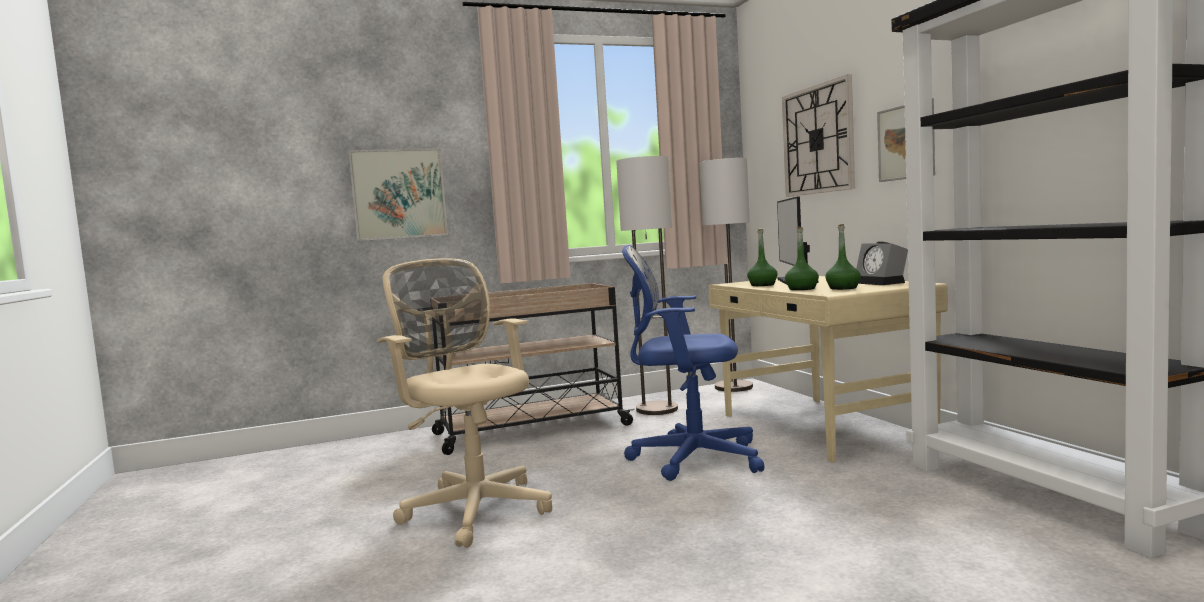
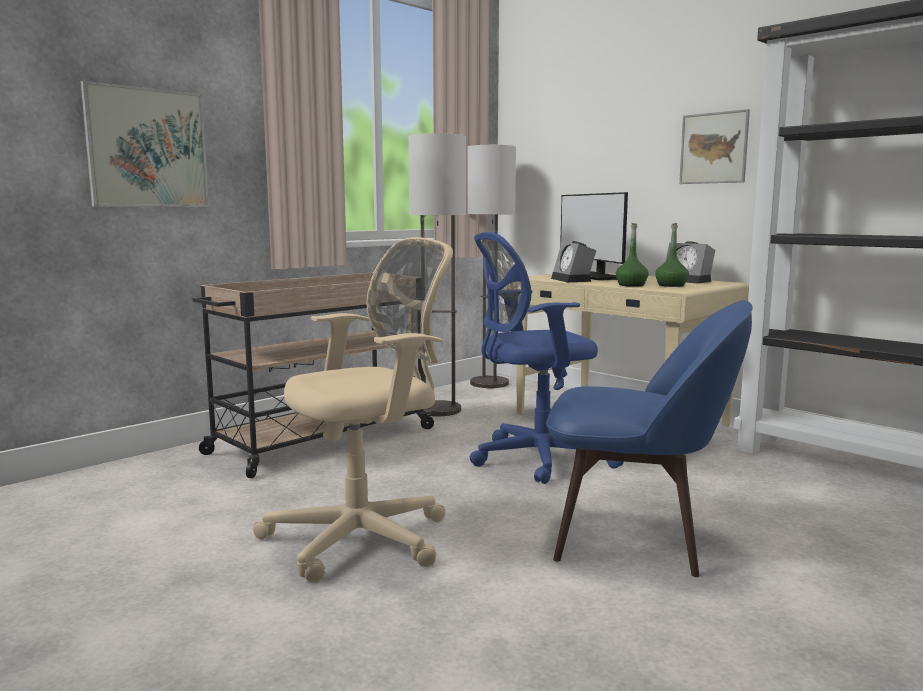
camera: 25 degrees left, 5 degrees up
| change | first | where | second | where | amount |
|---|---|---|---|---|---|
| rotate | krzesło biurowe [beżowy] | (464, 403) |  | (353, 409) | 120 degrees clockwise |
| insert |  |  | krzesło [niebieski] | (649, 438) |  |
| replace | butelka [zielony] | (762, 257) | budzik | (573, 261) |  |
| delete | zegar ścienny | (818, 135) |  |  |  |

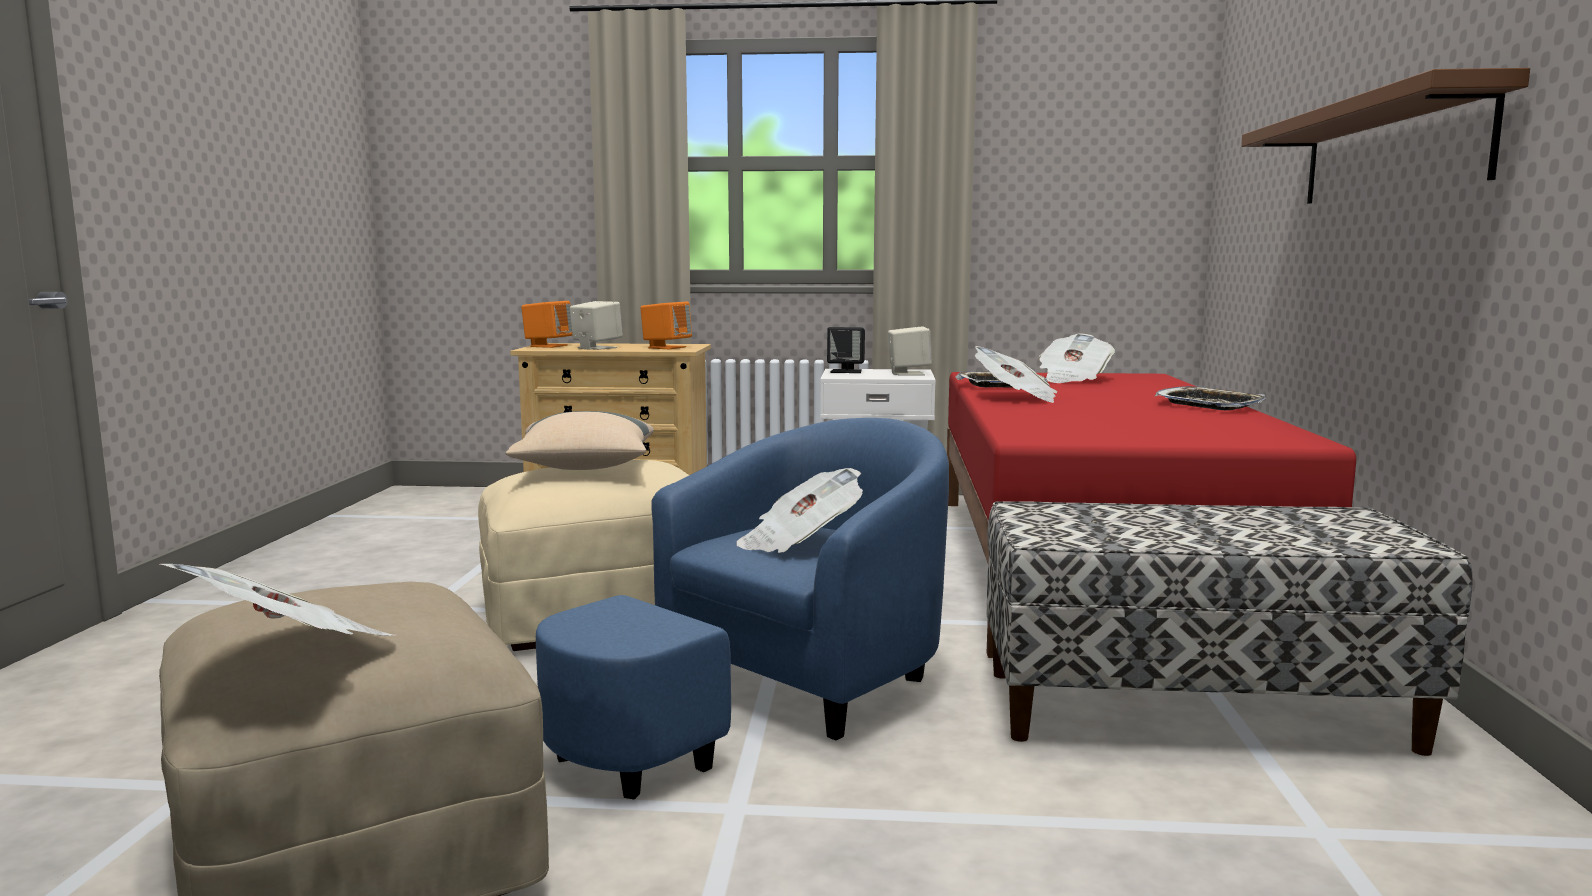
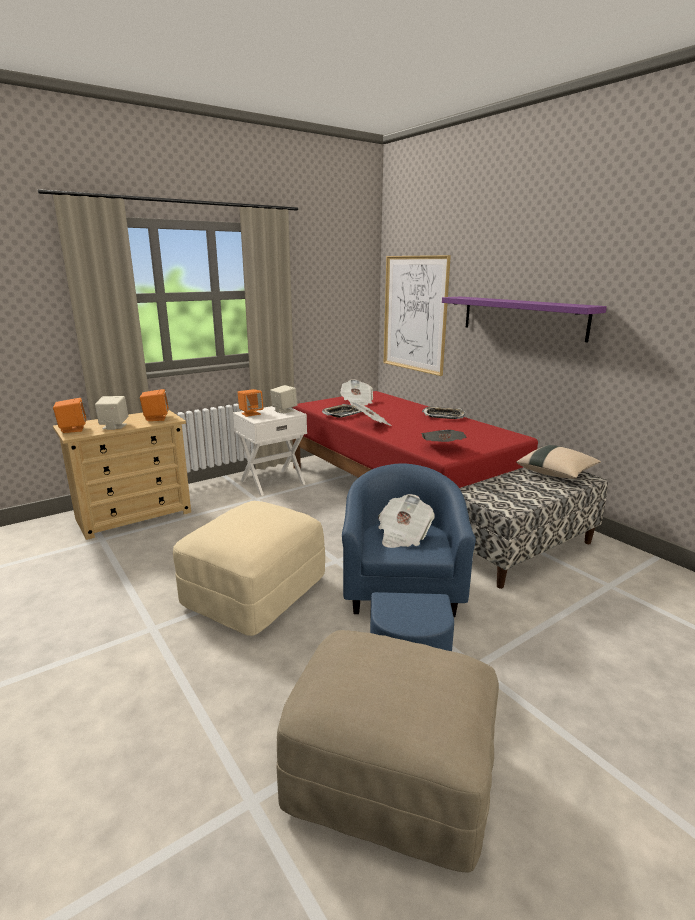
camera: 40 degrees left, 10 degrees up
| change | first | where | second | where | amount |
|---|---|---|---|---|---|
| recolor | głośnik [czarny] | (846, 350) | głośnik [pomarańczowy] | (250, 403) |  |
| insert |  |  | obraz | (417, 315) |  |
| move | gazeta | (278, 600) |  | (444, 436) |  |
| recolor | półka [brązowy] | (1385, 136) | półka [fioletowy] | (524, 320) |  |
| move | poduszka [beżowy] | (580, 440) |  | (558, 462) |  |

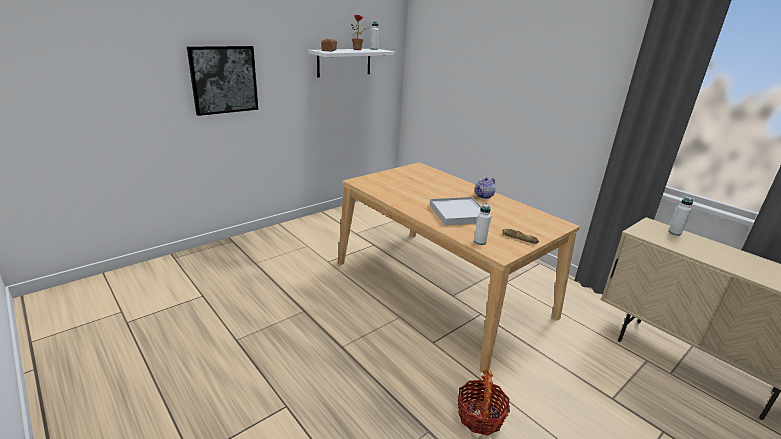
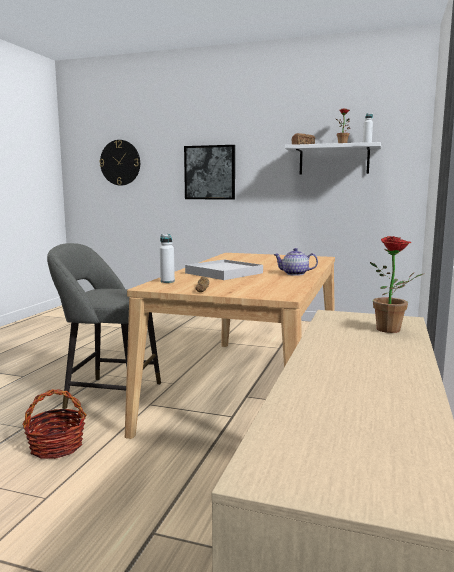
camera: 60 degrees right, 15 degrees down
| change | first | where | second | where | amount |
|---|---|---|---|---|---|
| insert |  |  | stołek [szary] | (104, 326) |  |
| insert |  |  | zegar ścienny | (119, 163) |  |
| replace | butelka [biały] | (681, 216) | roślina doniczkowa | (396, 284) |  |

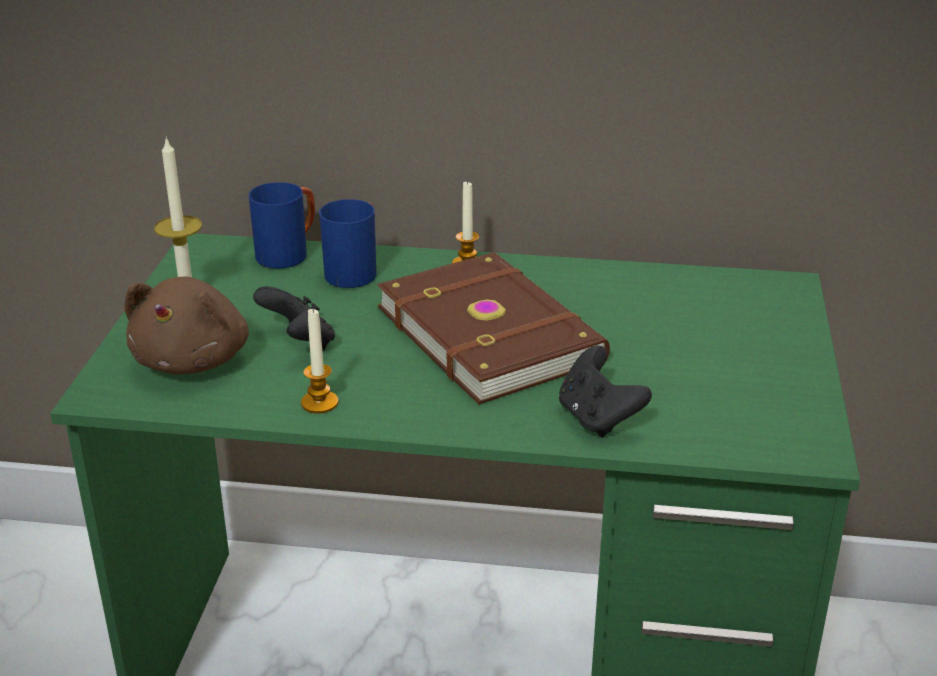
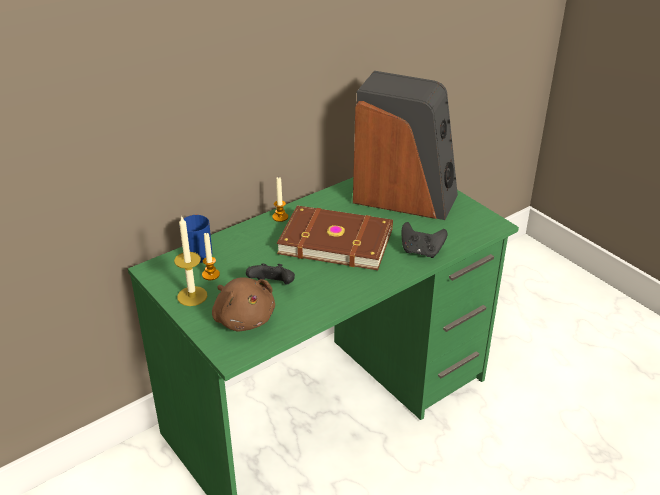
camera: 45 degrees left, 5 degrees up
| change | first | where | second | where | amount |
|---|---|---|---|---|---|
| move | świeca | (320, 361) |  | (211, 256) |  |
| insert |  |  | głośnik | (405, 145) |  |
| delete | kubek [niebieski] | (348, 243) |  |  |  |

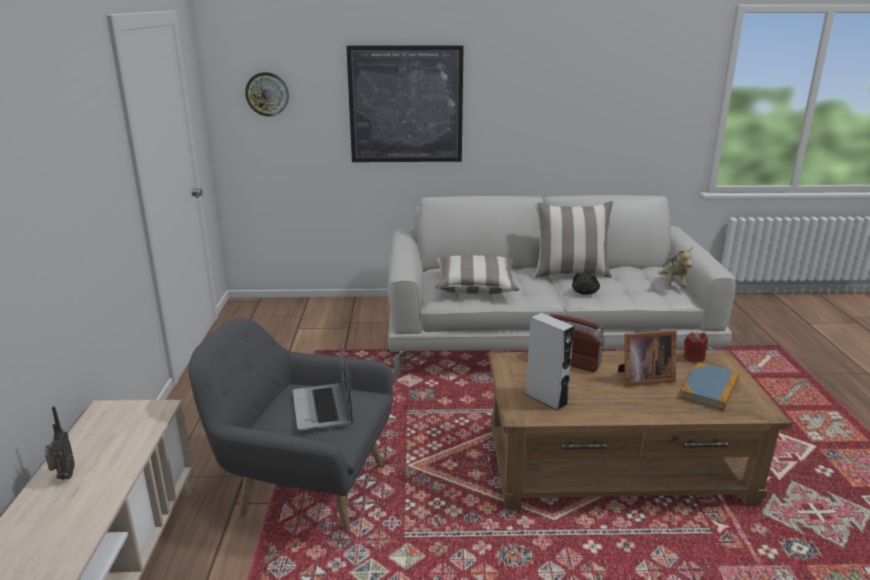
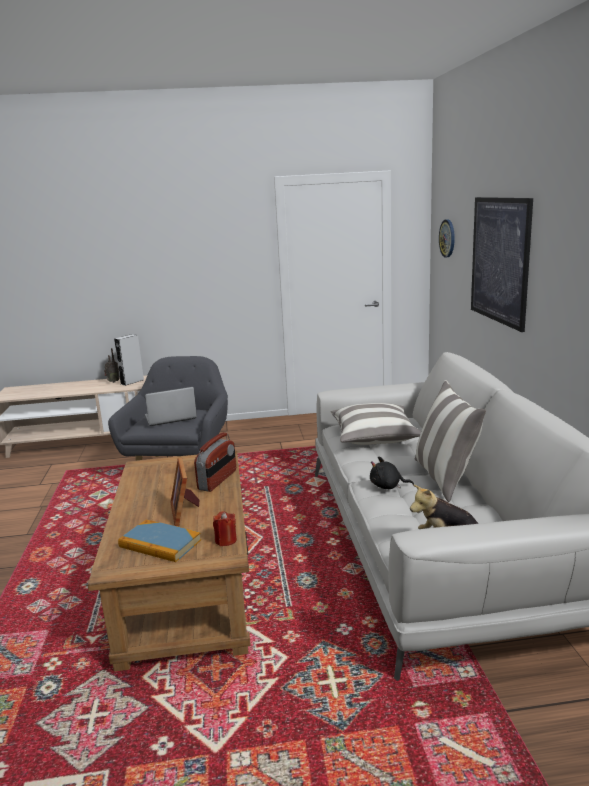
camera: 85 degrees right, 5 degrees down
| change | first | where | second | where | amount |
|---|---|---|---|---|---|
| move | głośnik [szary] | (549, 362) |  | (129, 360) |  |

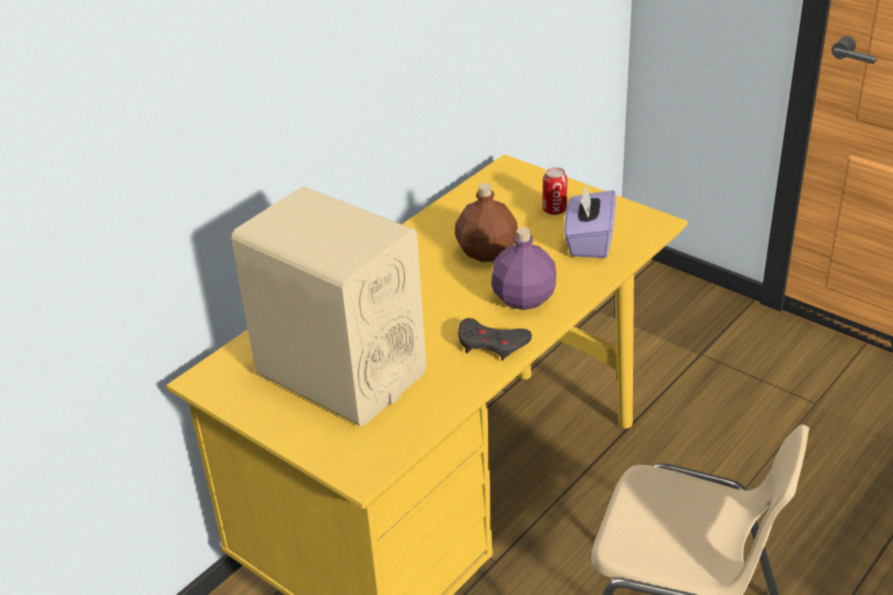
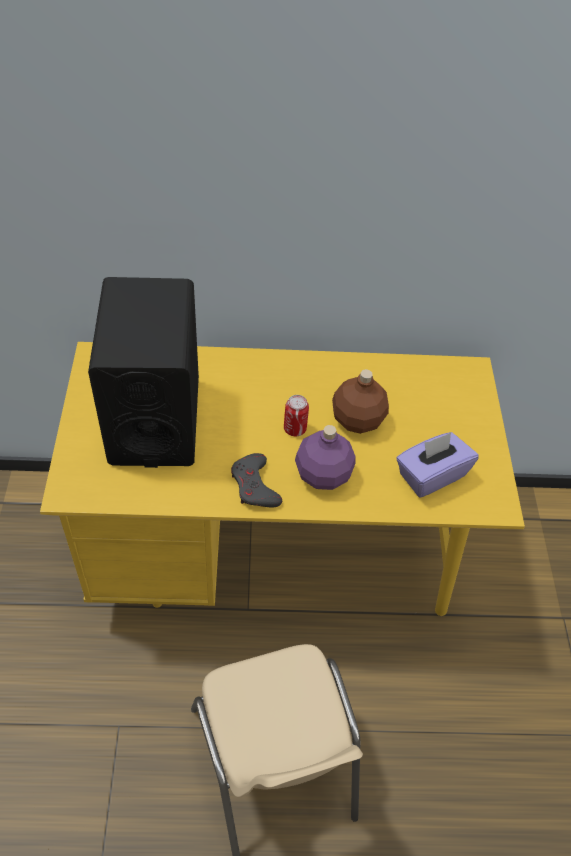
camera: 45 degrees right, 15 degrees up
| change | first | where | second | where | amount |
|---|---|---|---|---|---|
| recolor | głośnik [beżowy] | (328, 306) | głośnik [czarny] | (143, 372) |  |
| move | puszka | (555, 191) |  | (296, 416) |  |

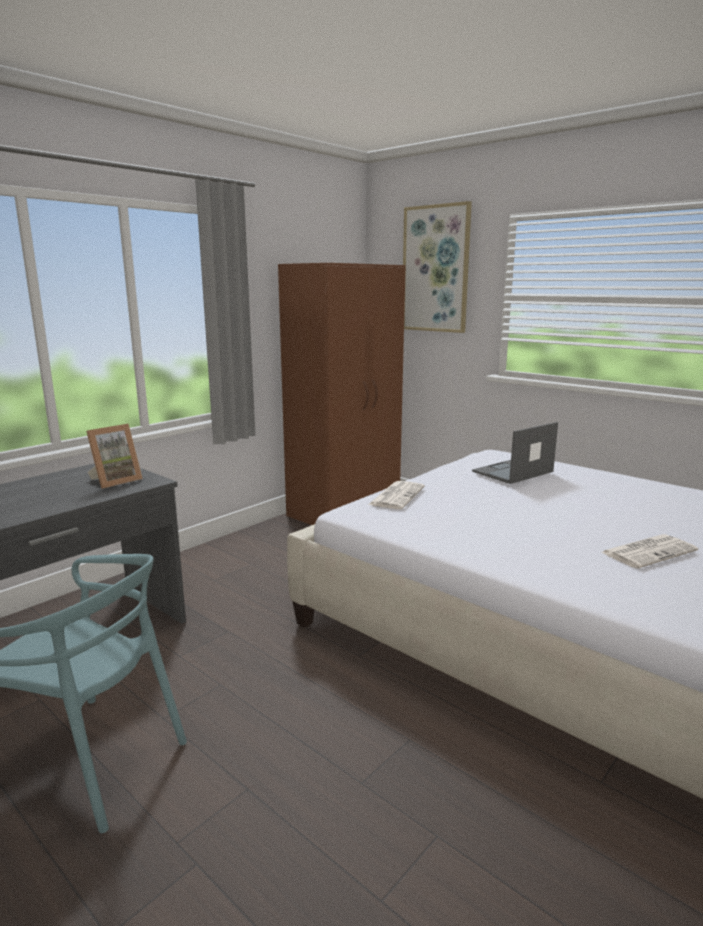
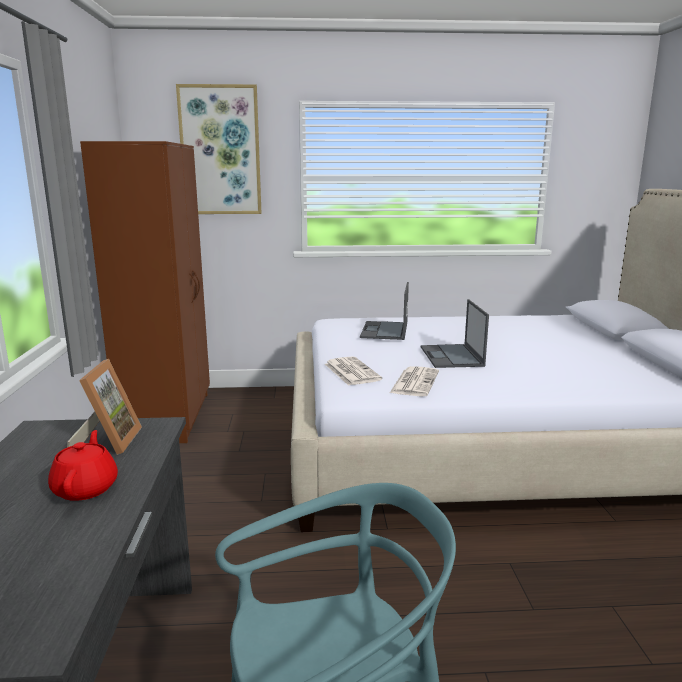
camera: 45 degrees left, 0 degrees up
| change | first | where | second | where | amount |
|---|---|---|---|---|---|
| insert |  |  | imbryk [czerwony] | (83, 465) |  |
| move | gazeta | (649, 551) |  | (414, 381) |  |
| insert |  |  | laptop | (455, 333) |  |

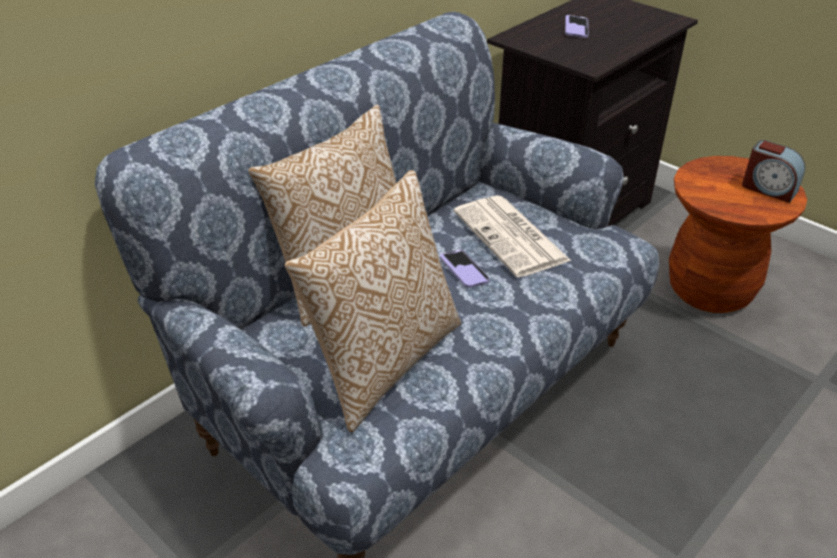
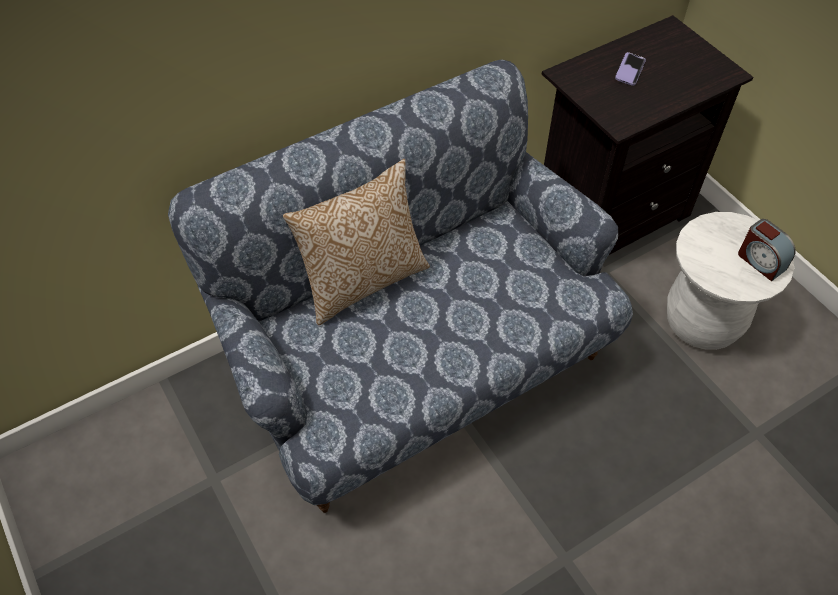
camera: 15 degrees right, 15 degrees up
| change | first | where | second | where | amount |
|---|---|---|---|---|---|
| recolor | stołek [brązowy] | (738, 234) | stołek [biały] | (730, 281) |  |
| delete | poduszka | (373, 301) |  |  |  |
| delete | telefon | (465, 268) |  |  |  |
| delete | gazeta | (512, 236) |  |  |  |

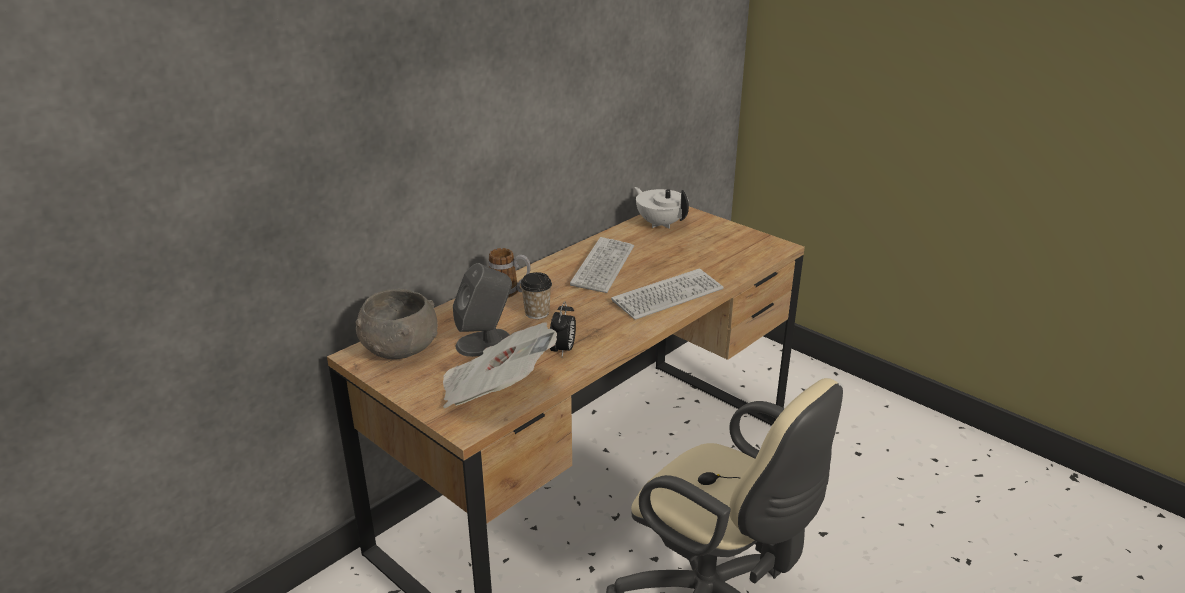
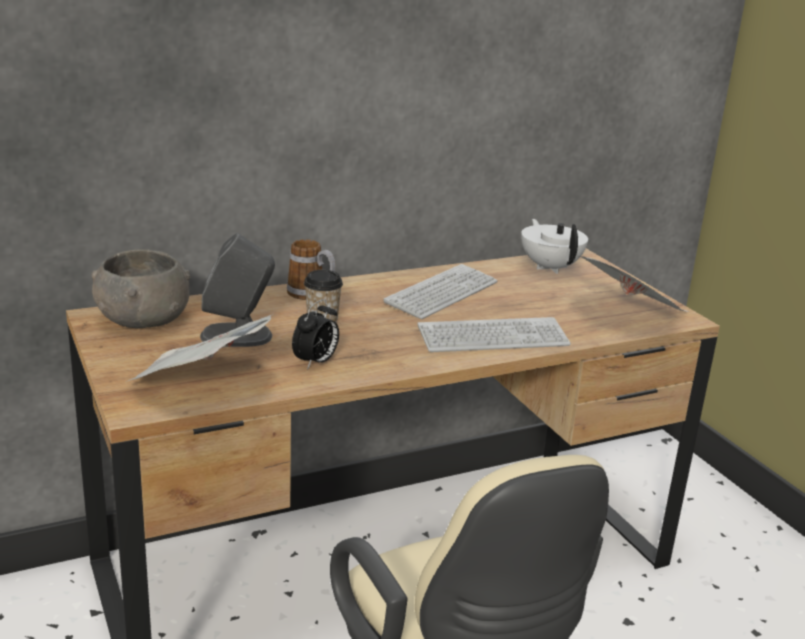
camera: 20 degrees right, 5 degrees down
| change | first | where | second | where | amount |
|---|---|---|---|---|---|
| insert |  |  | gazeta | (634, 284) |  |

